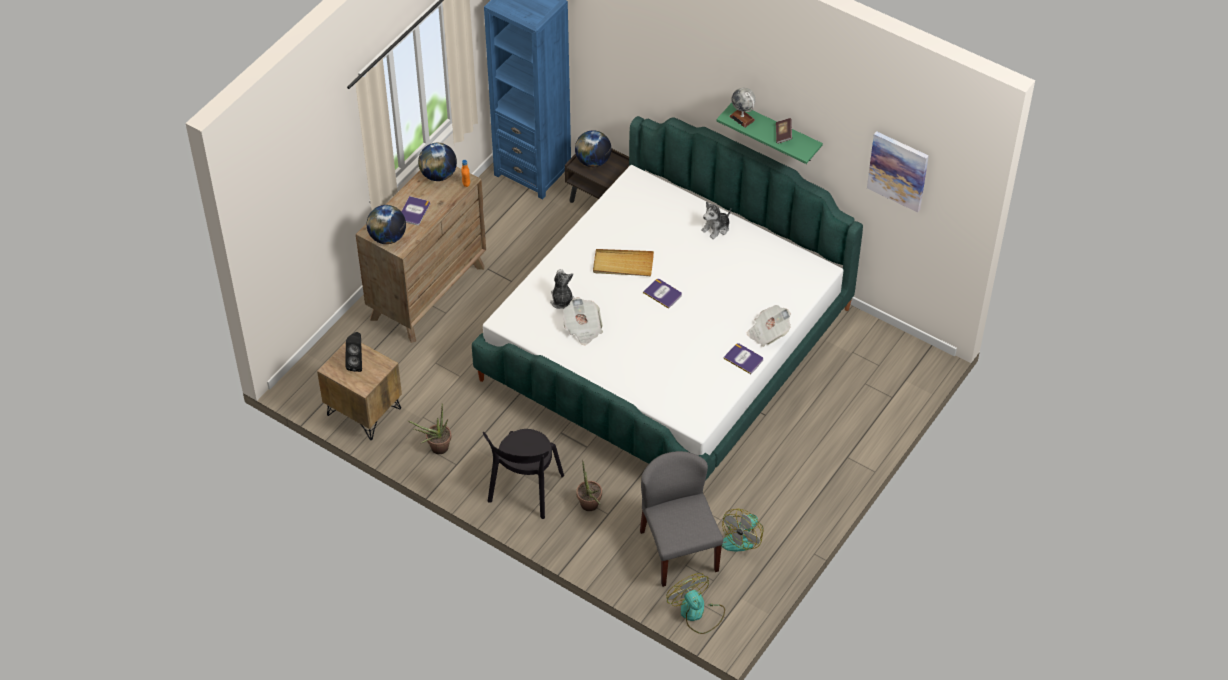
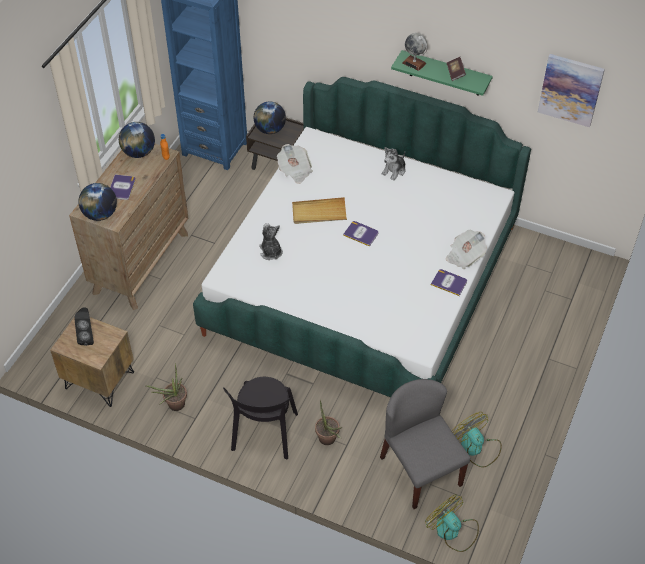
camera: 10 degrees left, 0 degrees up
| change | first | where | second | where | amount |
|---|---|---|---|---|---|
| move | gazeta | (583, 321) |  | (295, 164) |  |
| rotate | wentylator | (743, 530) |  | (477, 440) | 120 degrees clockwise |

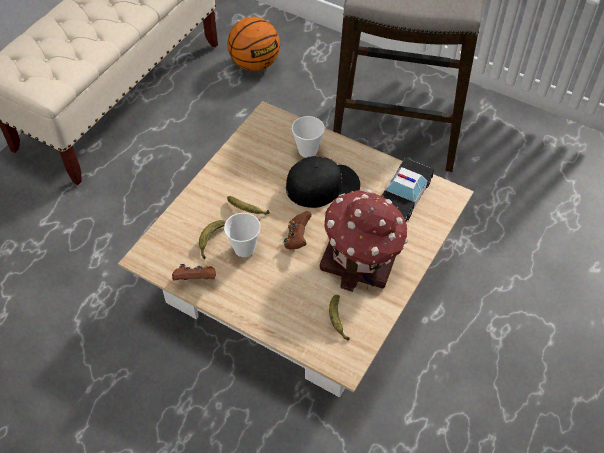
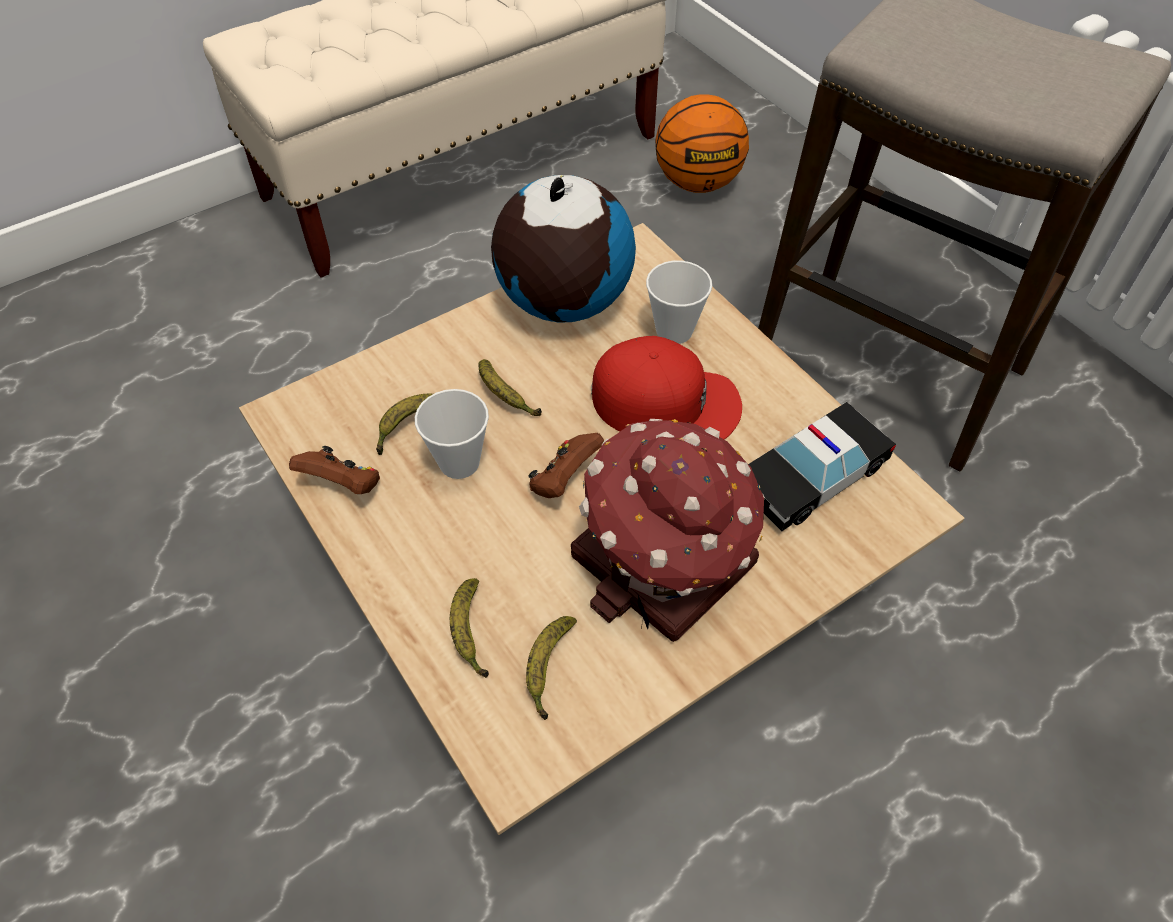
camera: 25 degrees right, 0 degrees up
| change | first | where | second | where | amount |
|---|---|---|---|---|---|
| insert |  |  | banan | (469, 628) |  |
| insert |  |  | globus | (563, 249) |  |
| recolor | czapka z daszkiem [czarny] | (323, 182) | czapka z daszkiem [czerwony] | (666, 388) |  |

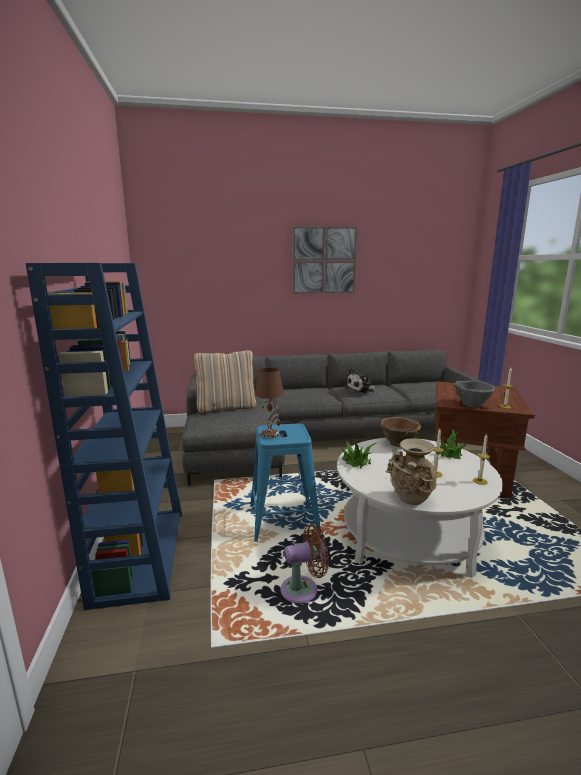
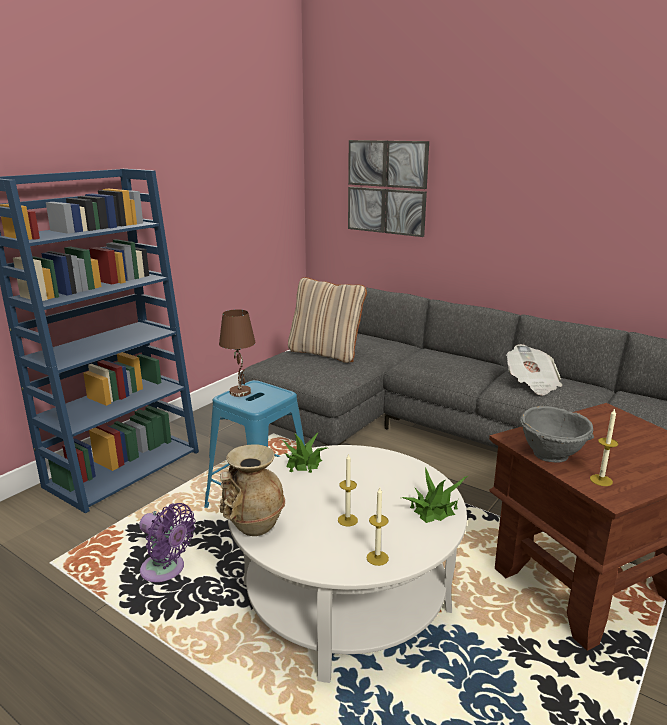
camera: 45 degrees right, 5 degrees up
| change | first | where | second | where | amount |
|---|---|---|---|---|---|
| recolor | wentylator [brązowy] | (305, 564) | wentylator [fioletowy] | (167, 542) |  |
| move | obraz | (325, 259) |  | (388, 188) |  |
| replace | pluszak | (360, 381) | gazeta | (534, 370) |  |
| delete | miska [brązowy] | (400, 432) |  |  |  |

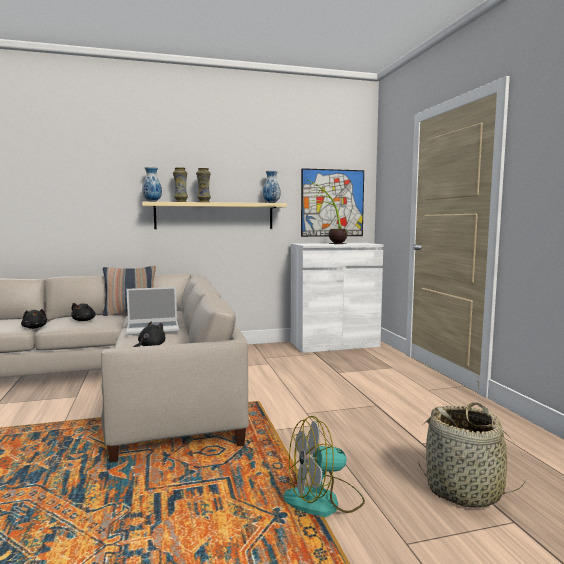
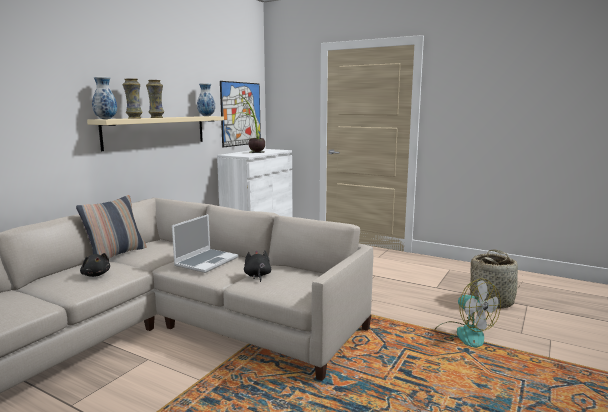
camera: 45 degrees left, 5 degrees up
| change | first | where | second | where | amount |
|---|---|---|---|---|---|
| rotate | wentylator | (324, 466) |  | (467, 312) | 60 degrees counterclockwise |
| delete | pluszak [czarny] | (34, 319) |  |  |  |

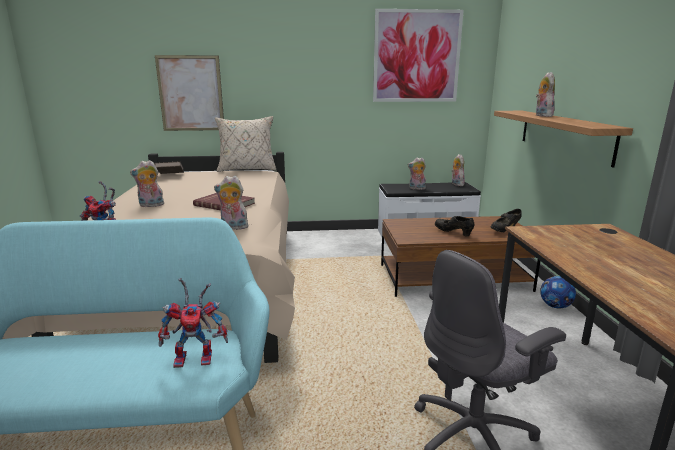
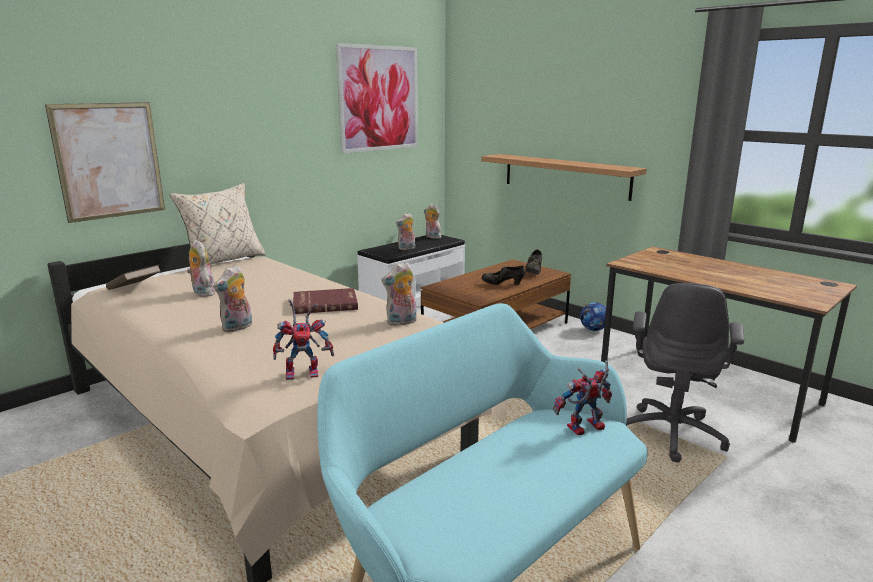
camera: 40 degrees left, 0 degrees up
| change | first | where | second | where | amount |
|---|---|---|---|---|---|
| move | pluszak | (545, 94) |  | (201, 268) |  |
| rotate | robot zabawkowy | (193, 323) |  | (582, 397) | 150 degrees counterclockwise |

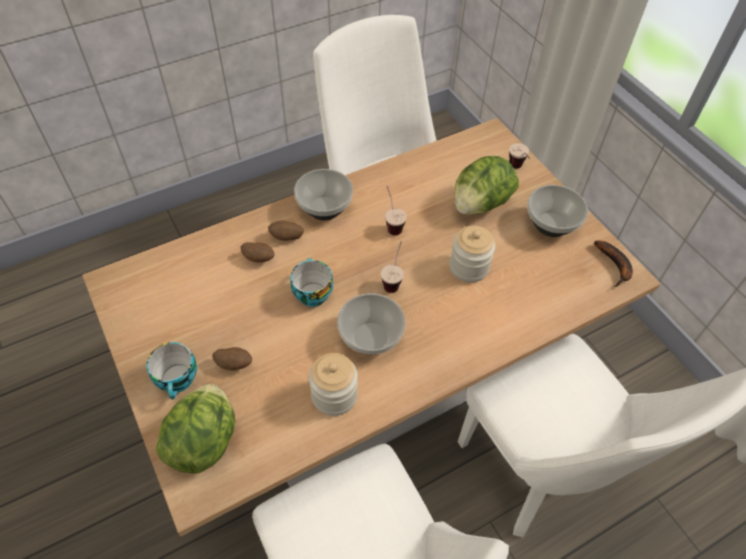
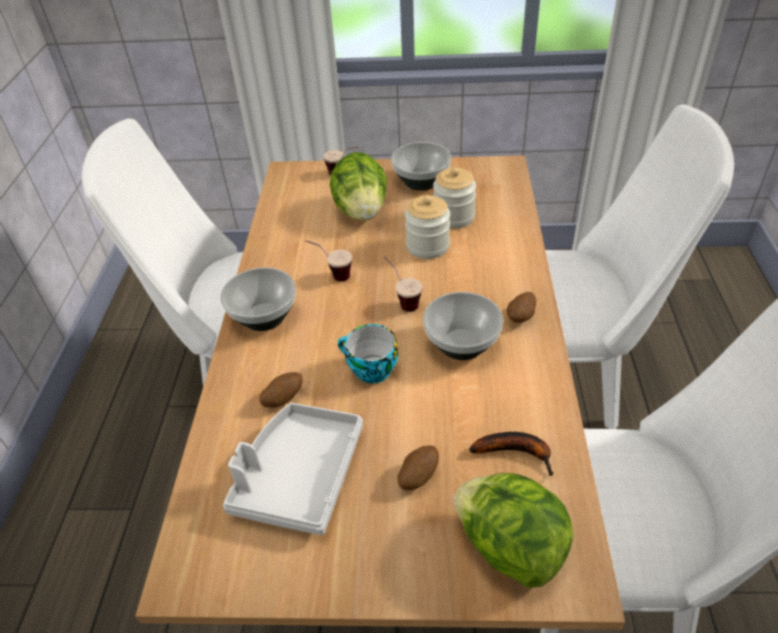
camera: 55 degrees left, 10 degrees down
| change | first | where | second | where | amount |
|---|---|---|---|---|---|
| insert |  |  | taca [szary] | (293, 469) |  |
| move | słoik | (333, 384) |  | (454, 198) |  |
| move | banan | (613, 264) |  | (511, 454) |  |
| move | ziemniak | (286, 231) |  | (521, 307) |  |
| delete | filiżanka | (172, 370) |  |  |  |

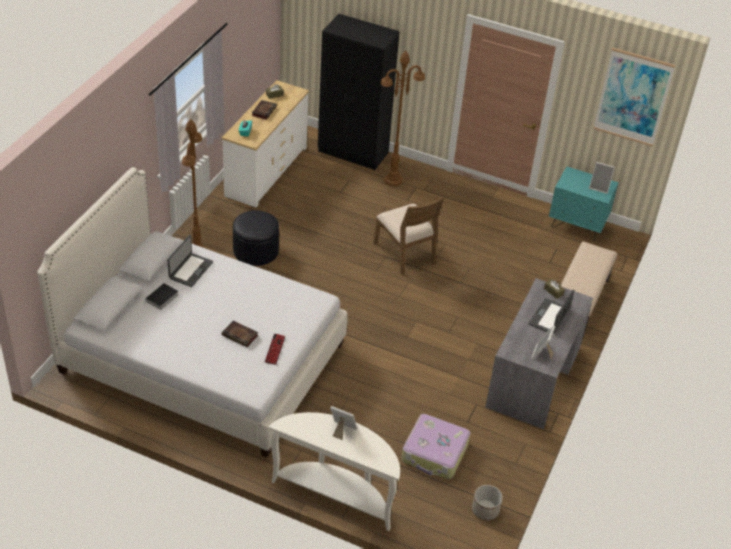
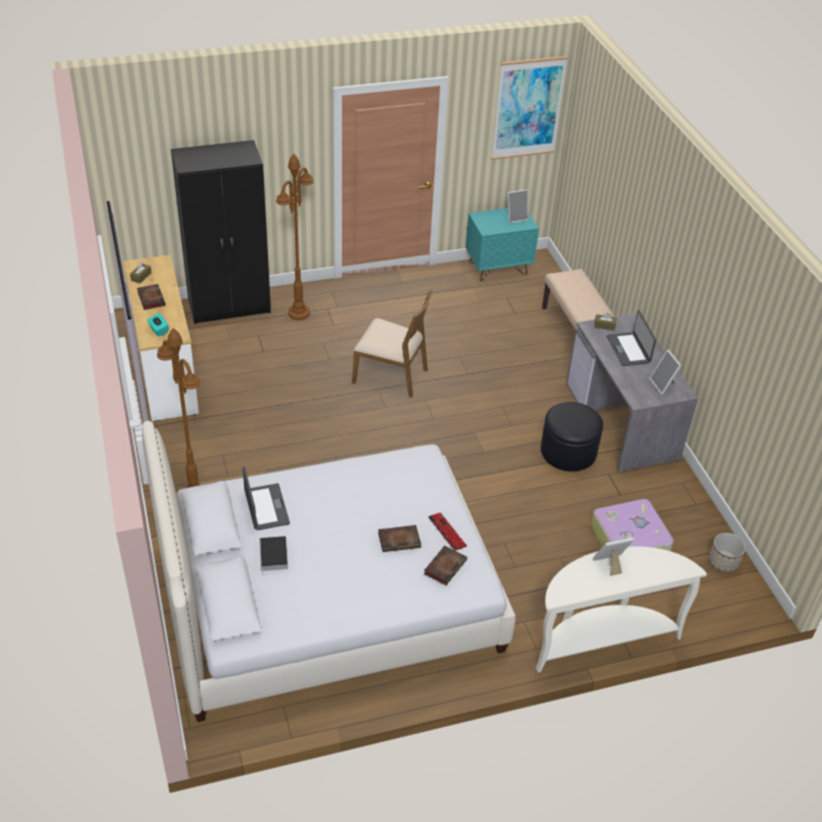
camera: 40 degrees left, 0 degrees up
| change | first | where | second | where | amount |
|---|---|---|---|---|---|
| insert |  |  | książka | (445, 565) |  |
| move | pufa [czarny] | (256, 238) |  | (572, 437) |  |

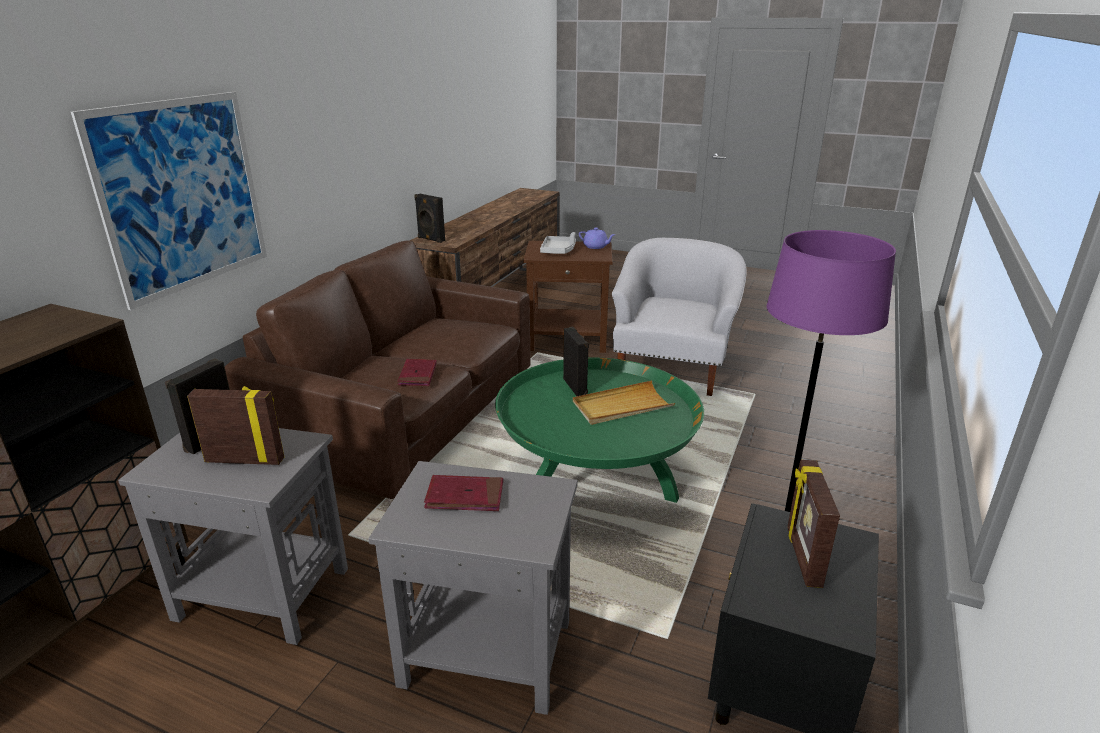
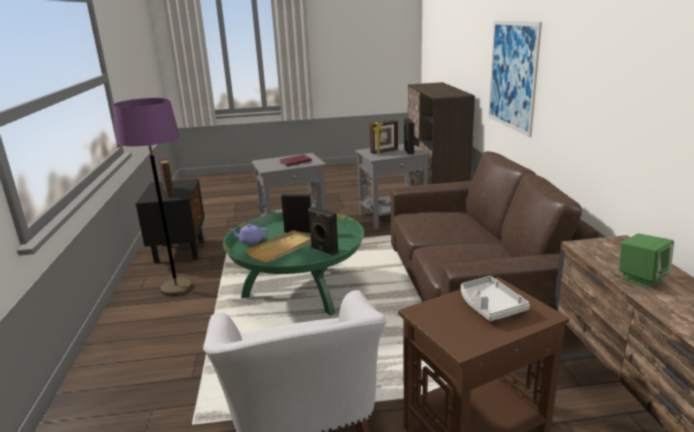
camera: 150 degrees right, 5 degrees down
| change | first | where | second | where | amount |
|---|---|---|---|---|---|
| move | imbryk [fioletowy] | (597, 238) |  | (248, 234) |  |
| move | głośnik [czarny] | (429, 218) |  | (296, 213) |  |
| insert |  |  | głośnik [zielony] | (646, 261) |  |
| delete | książka [czerwony] | (417, 372) |  |  |  |

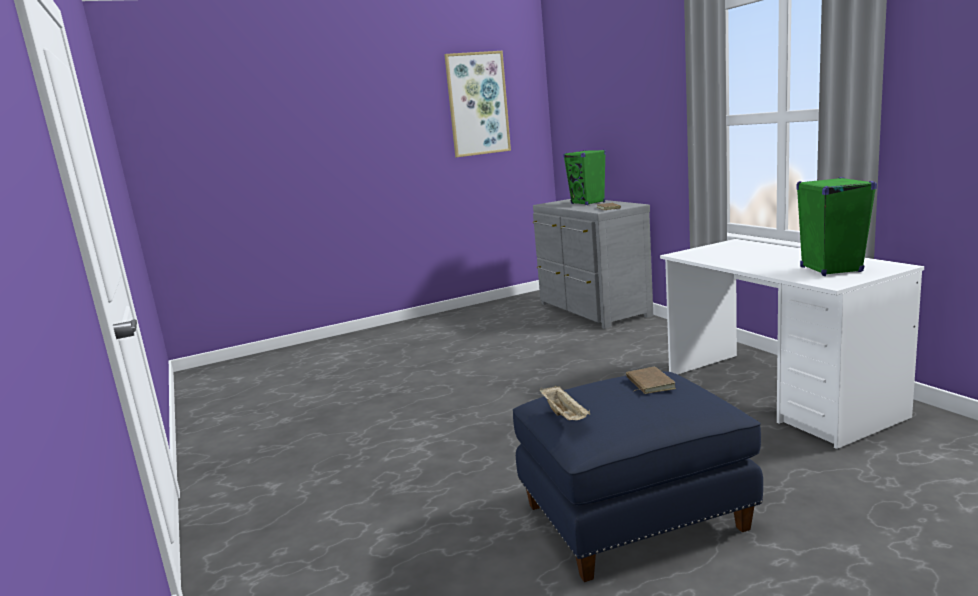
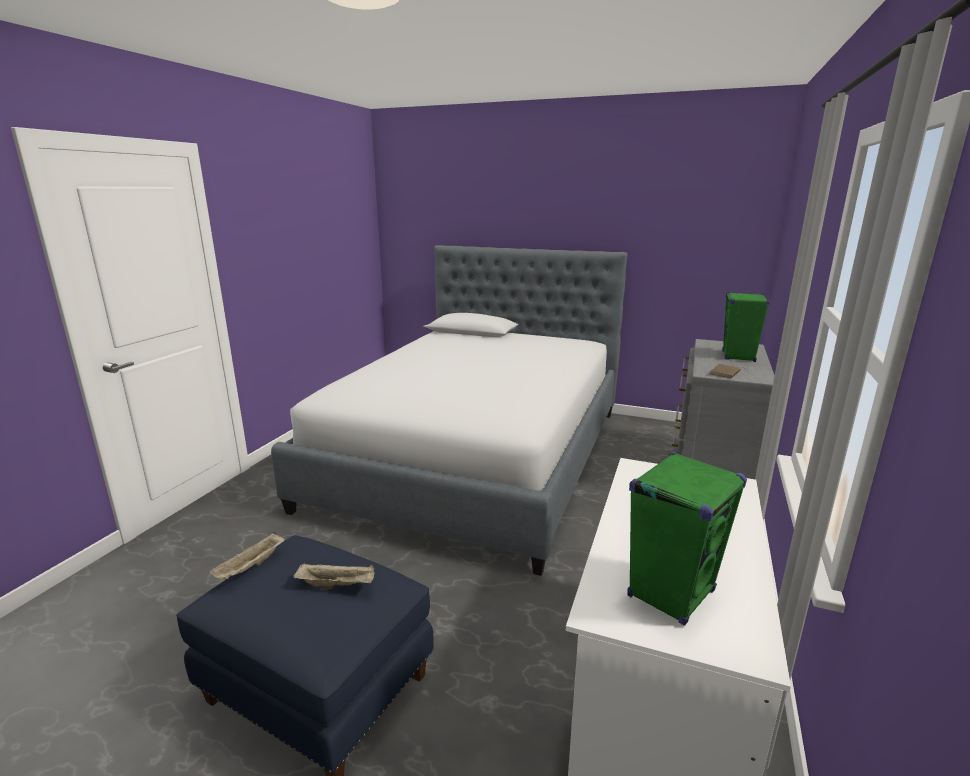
camera: 45 degrees right, 5 degrees up
| change | first | where | second | where | amount |
|---|---|---|---|---|---|
| insert |  |  | łóżko | (449, 410) |  |
| replace | książka [brązowy] | (651, 380) | taca [beżowy] | (334, 576) |  |
| delete | obraz | (477, 104) |  |  |  |

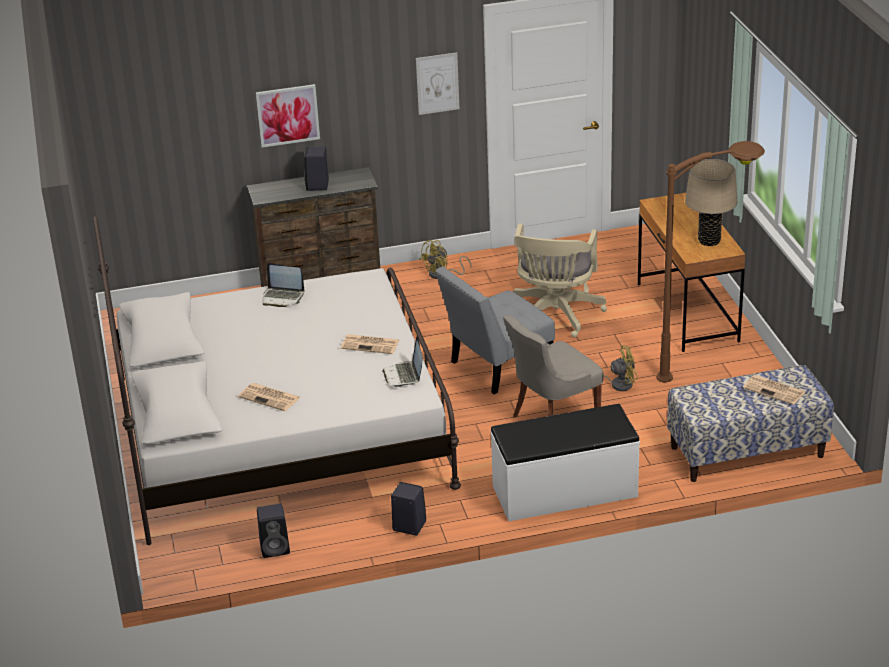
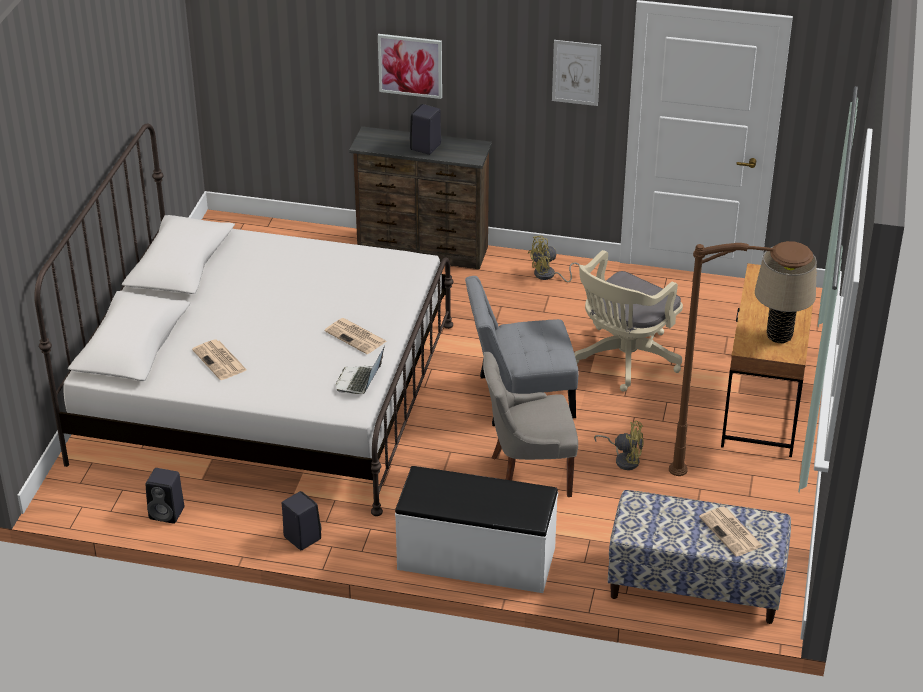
camera: 25 degrees right, 5 degrees up
| change | first | where | second | where | amount |
|---|---|---|---|---|---|
| delete | laptop | (283, 285) |  |  |  |

